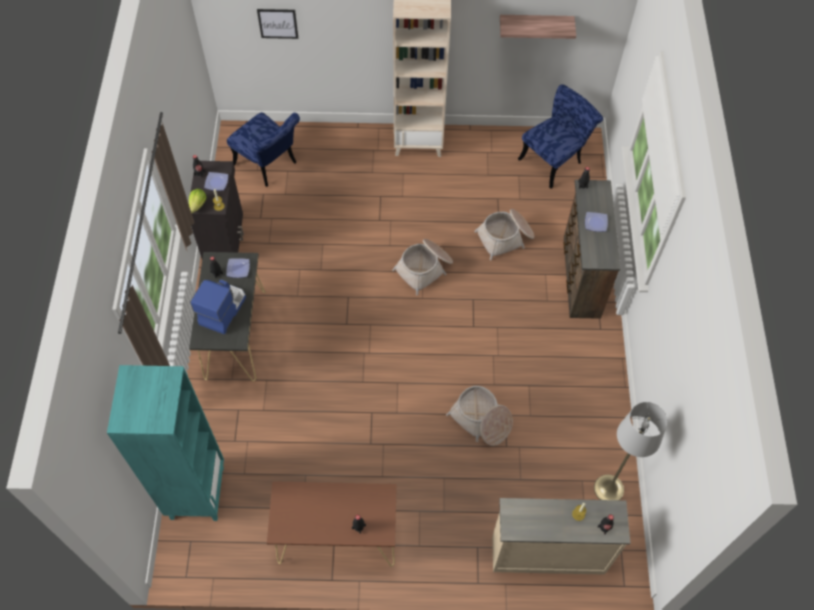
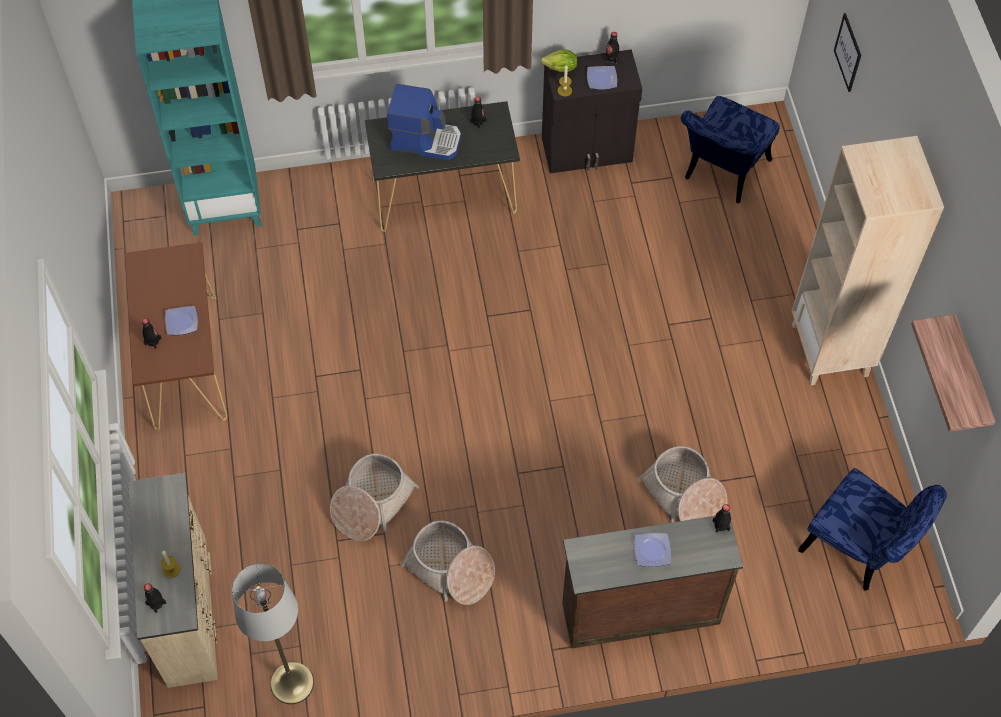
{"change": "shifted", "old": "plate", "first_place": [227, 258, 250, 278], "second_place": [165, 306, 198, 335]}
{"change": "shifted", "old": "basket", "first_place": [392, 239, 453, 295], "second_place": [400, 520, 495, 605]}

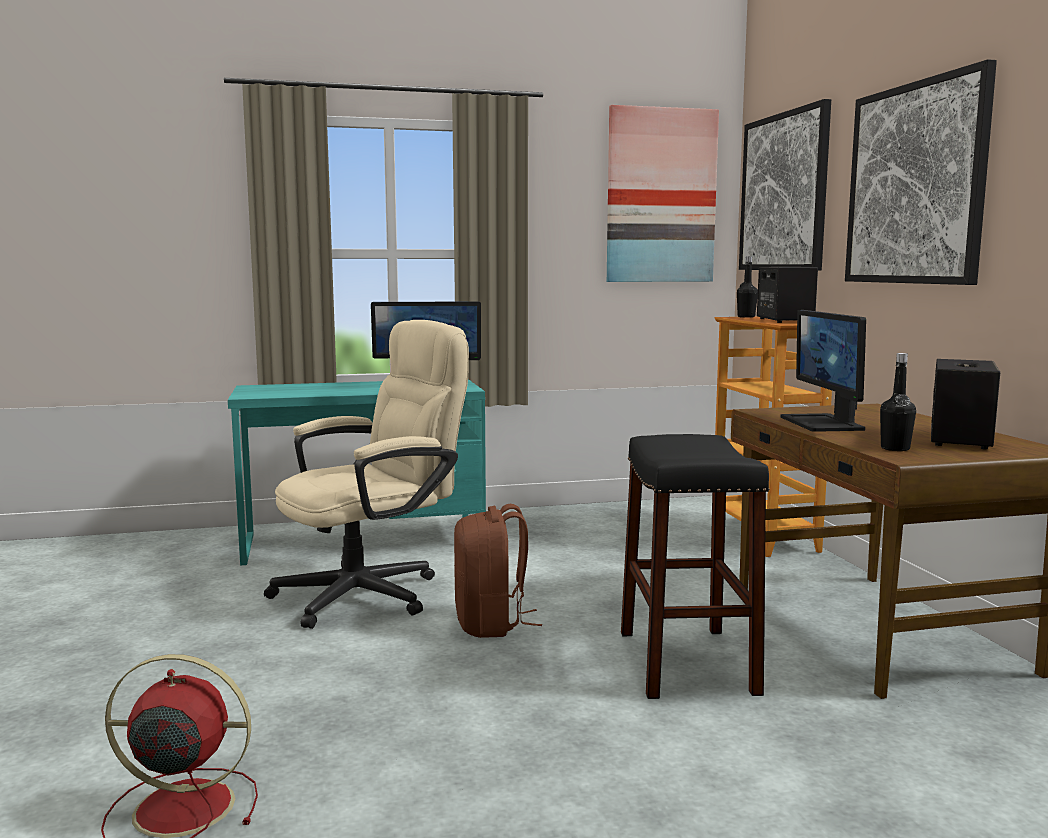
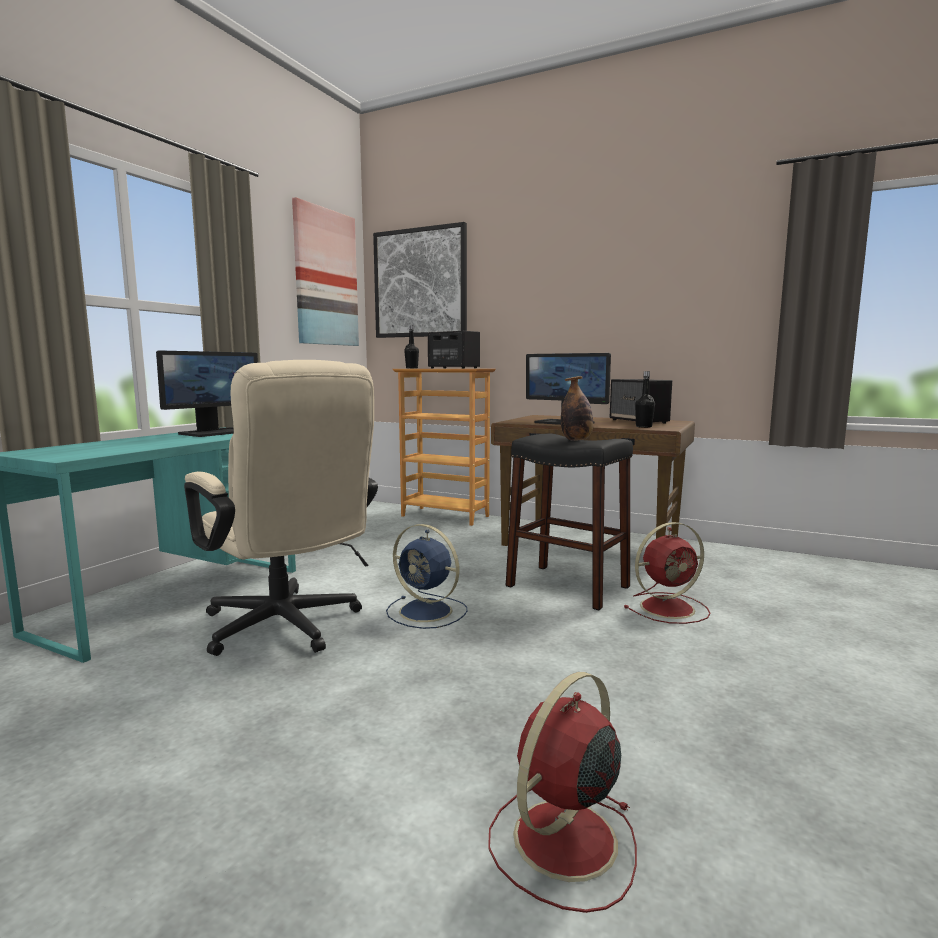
{"change": "rotated", "old": "beige_office_chair", "first_place": [264, 320, 469, 629], "second_place": [184, 360, 378, 656], "degrees": 135}
{"change": "swapped", "old": "brown_backpack", "new": "blue_fan", "first_place": [454, 504, 542, 638], "second_place": [386, 524, 467, 629]}
{"change": "new", "new": "bottle", "second_place": [561, 376, 593, 441]}
{"change": "new", "new": "red_fan", "second_place": [624, 522, 710, 624]}
{"change": "gone", "old": "picture", "first_place": [845, 59, 997, 285]}

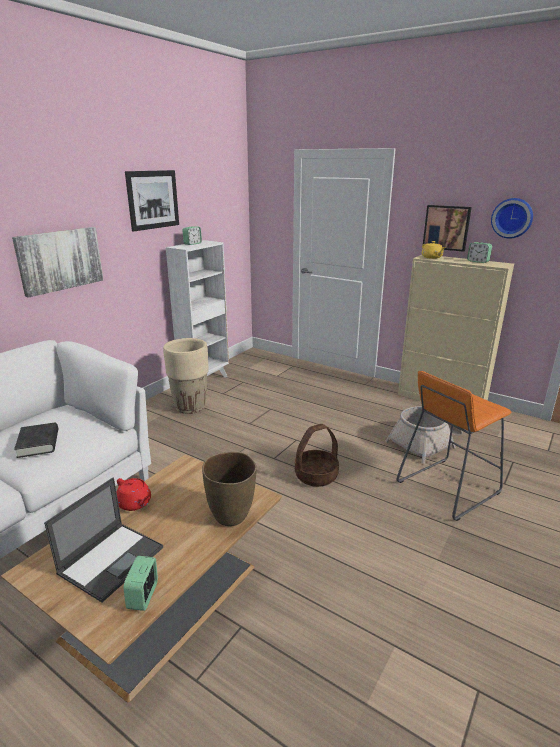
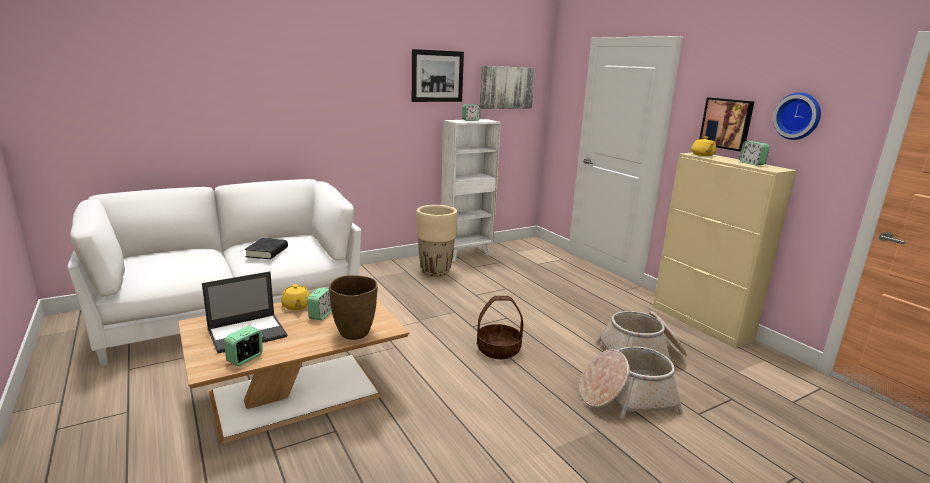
{"change": "repainted", "old": "red_teapot", "new": "yellow_teapot", "first_place": [116, 478, 151, 511], "second_place": [281, 284, 310, 310]}
{"change": "new", "new": "alarm_clock", "second_place": [307, 288, 332, 320]}
{"change": "shifted", "old": "picture", "first_place": [12, 227, 103, 298], "second_place": [480, 66, 535, 109]}
{"change": "swapped", "old": "orange_stool", "new": "basket", "first_place": [397, 371, 511, 521], "second_place": [579, 347, 683, 419]}

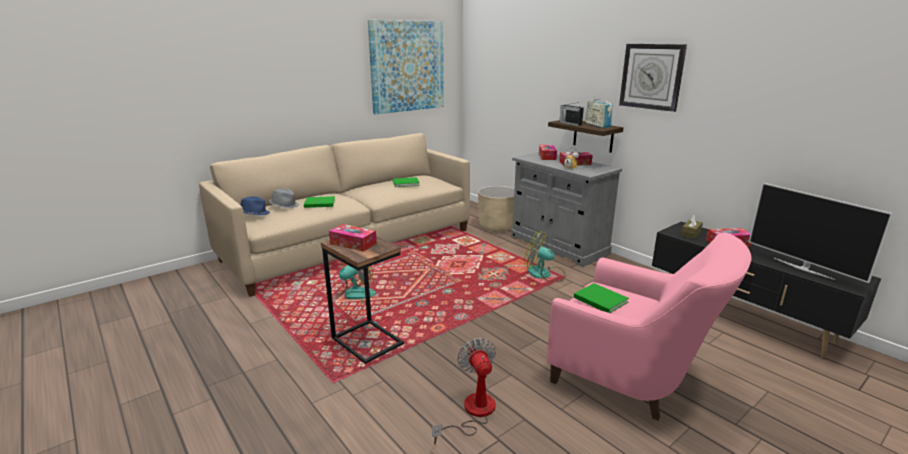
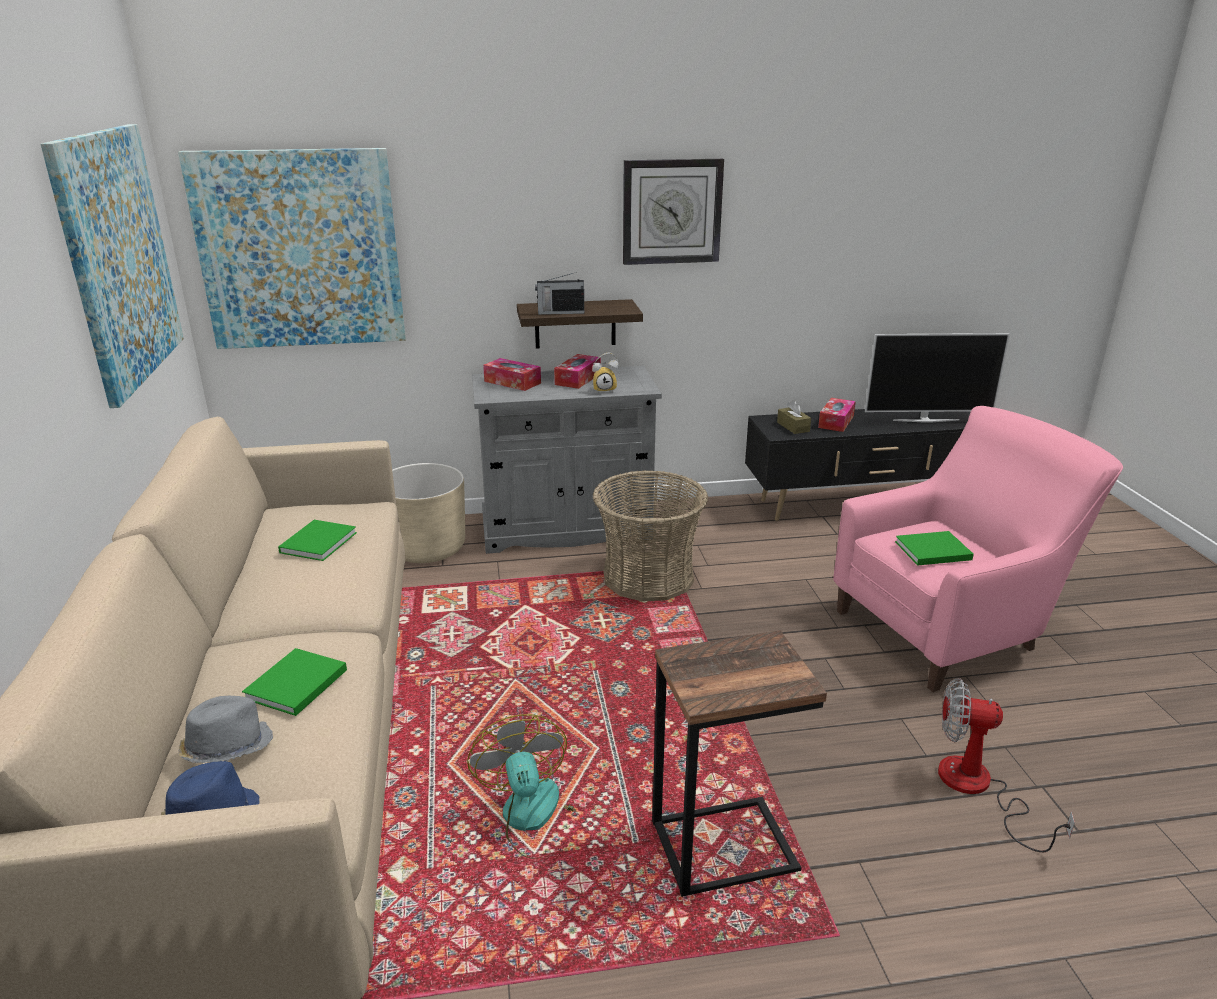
{"change": "new", "new": "picture", "second_place": [178, 148, 406, 349]}
{"change": "swapped", "old": "fan", "new": "basket", "first_place": [524, 231, 566, 282], "second_place": [593, 470, 708, 602]}
{"change": "gone", "old": "tissue_box", "first_place": [329, 224, 377, 252]}
{"change": "gone", "old": "radio", "first_place": [585, 96, 613, 128]}

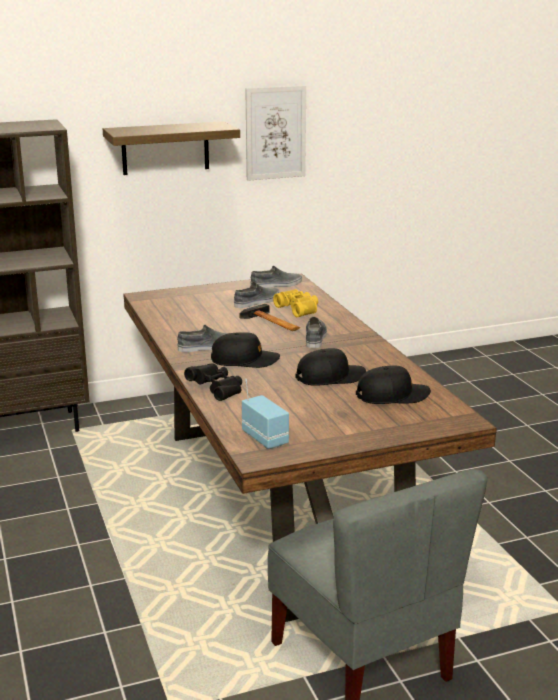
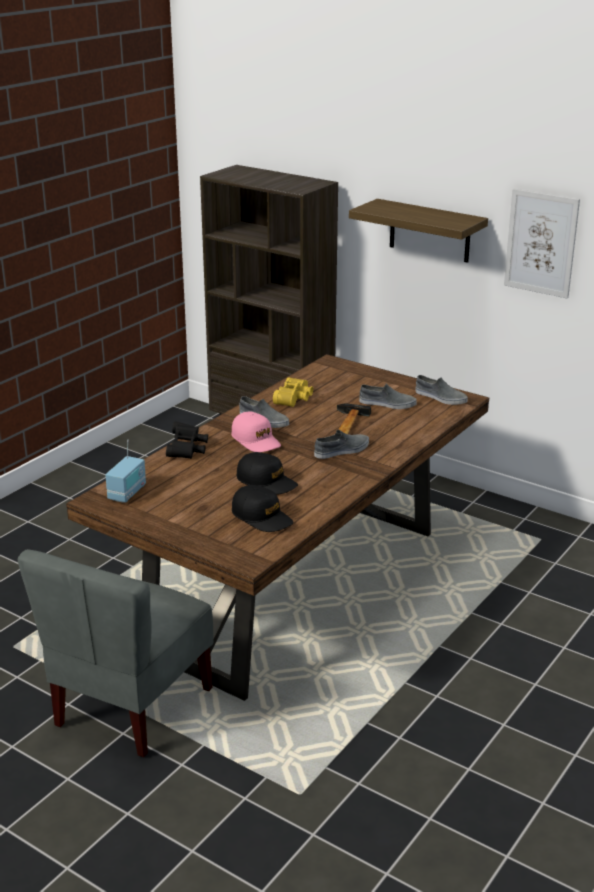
{"change": "repainted", "old": "black_cap", "new": "pink_cap", "first_place": [211, 332, 280, 368], "second_place": [231, 412, 281, 452]}
{"change": "shifted", "old": "yellow_binoculars", "first_place": [273, 289, 318, 317], "second_place": [273, 377, 313, 407]}

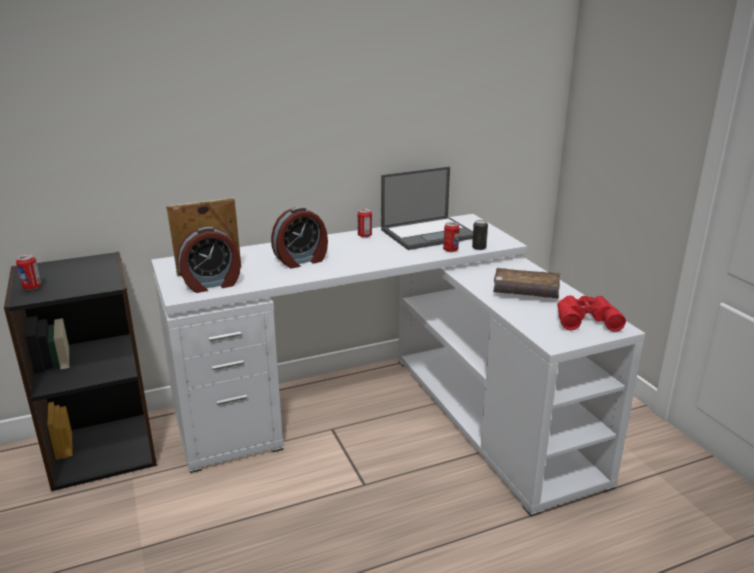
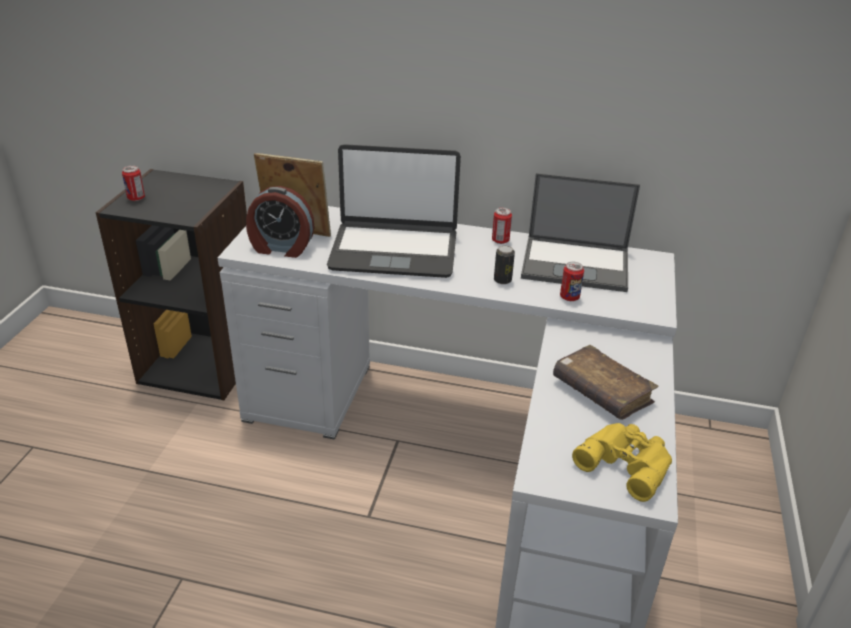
{"change": "swapped", "old": "alarm_clock", "new": "laptop", "first_place": [271, 207, 328, 268], "second_place": [327, 144, 461, 278]}
{"change": "shifted", "old": "can", "first_place": [472, 220, 488, 250], "second_place": [494, 245, 515, 284]}
{"change": "repainted", "old": "red_binoculars", "new": "yellow_binoculars", "first_place": [557, 295, 626, 331], "second_place": [572, 423, 672, 502]}

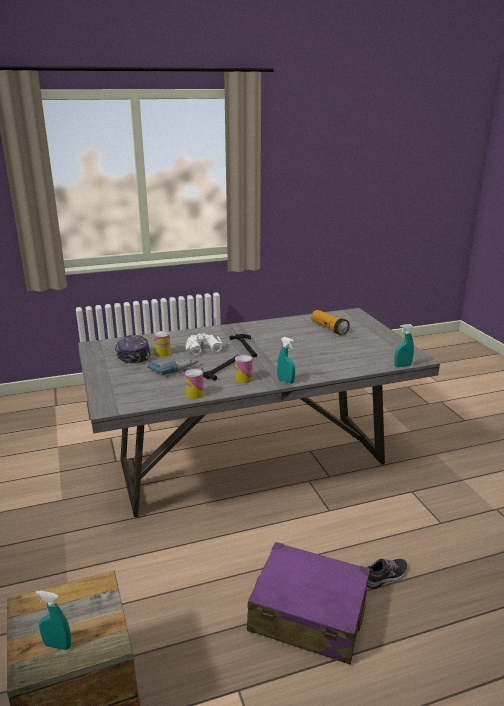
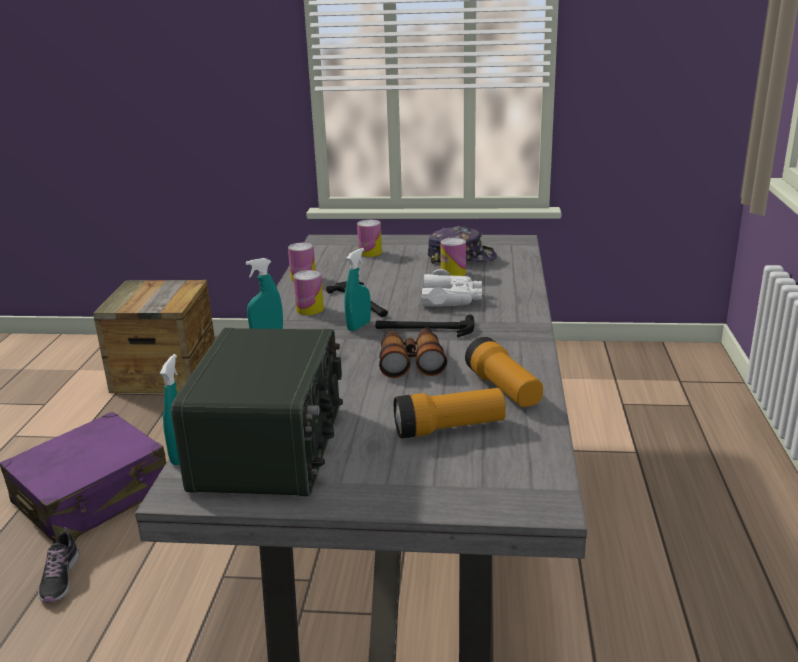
{"change": "new", "new": "radio", "second_place": [171, 328, 343, 496]}
{"change": "shifted", "old": "turquoise_spray_bottle", "first_place": [36, 591, 71, 650], "second_place": [344, 248, 371, 331]}
{"change": "new", "new": "can", "second_place": [357, 220, 382, 257]}
{"change": "new", "new": "binoculars", "second_place": [379, 327, 447, 378]}
{"change": "new", "new": "flashlight", "second_place": [465, 337, 543, 407]}
{"change": "gone", "old": "power_drill", "first_place": [147, 359, 198, 375]}

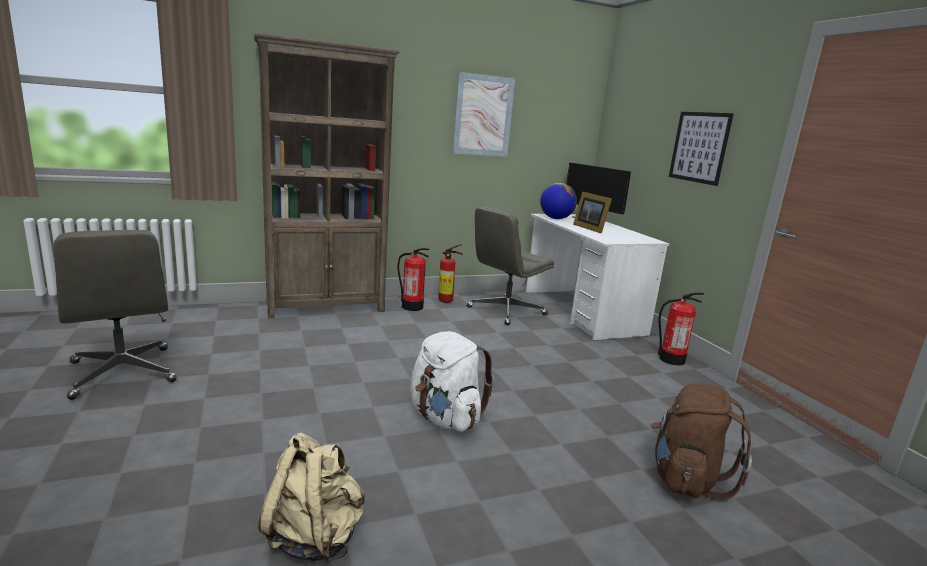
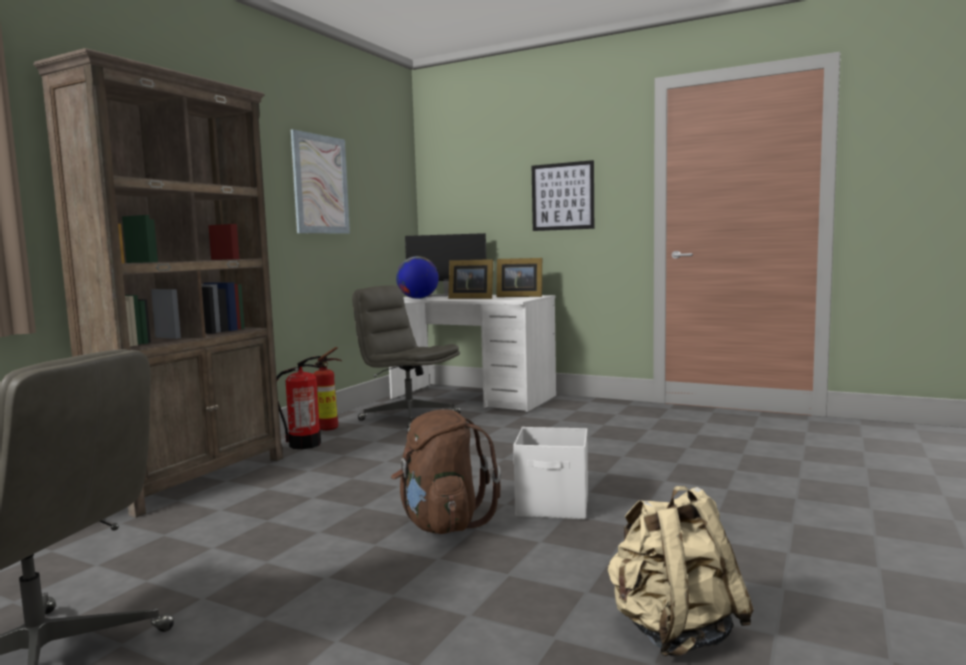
{"change": "rotated", "old": "grey_office_chair", "first_place": [467, 207, 555, 325], "second_place": [352, 285, 461, 429], "degrees": 120}
{"change": "shifted", "old": "brown_backpack", "first_place": [650, 383, 752, 500], "second_place": [391, 409, 501, 534]}
{"change": "new", "new": "picture_frame", "second_place": [496, 258, 542, 297]}
{"change": "swapped", "old": "white_backpack", "new": "white_storage_box", "first_place": [411, 331, 494, 432], "second_place": [513, 427, 588, 519]}
{"change": "gone", "old": "fire_extinguisher", "first_place": [658, 292, 704, 366]}

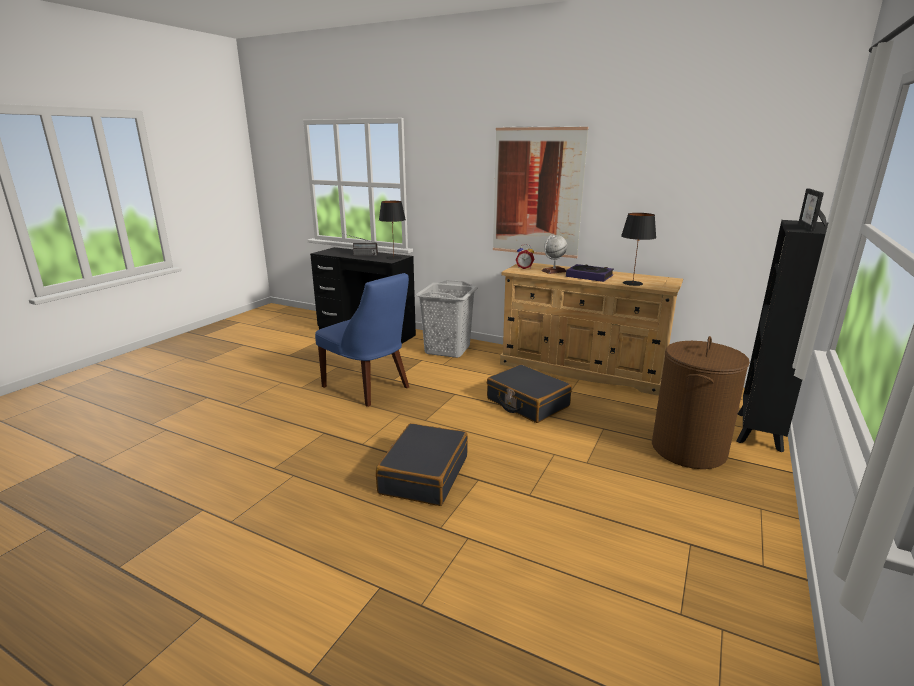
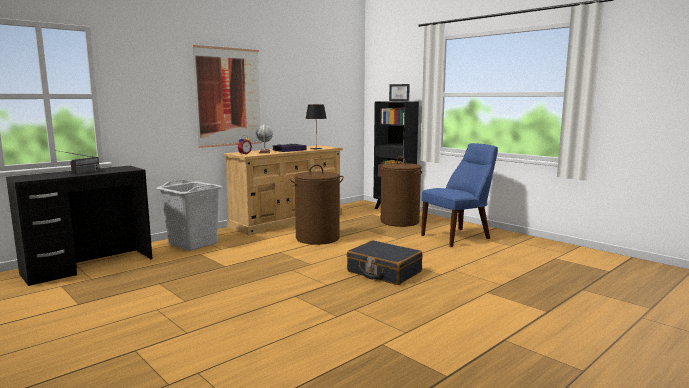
{"change": "swapped", "old": "black_suitcase", "new": "brown_laundry_basket", "first_place": [487, 364, 572, 423], "second_place": [290, 164, 344, 245]}
{"change": "shifted", "old": "blue_chair", "first_place": [315, 273, 409, 407], "second_place": [421, 143, 498, 247]}
{"change": "gone", "old": "black_table_lamp", "first_place": [379, 201, 406, 260]}

